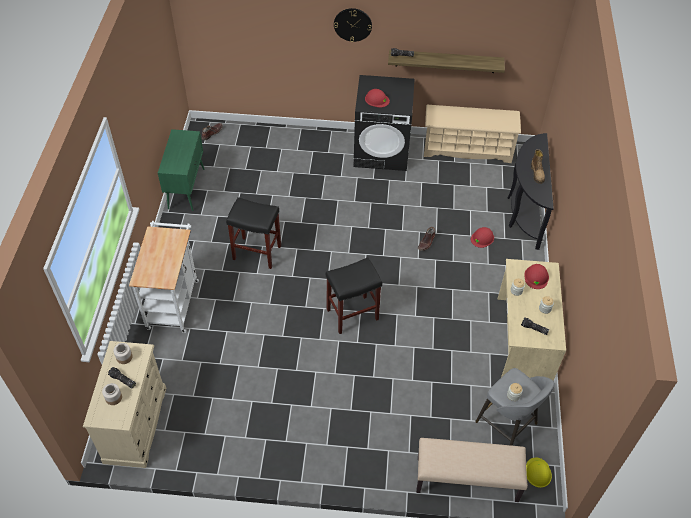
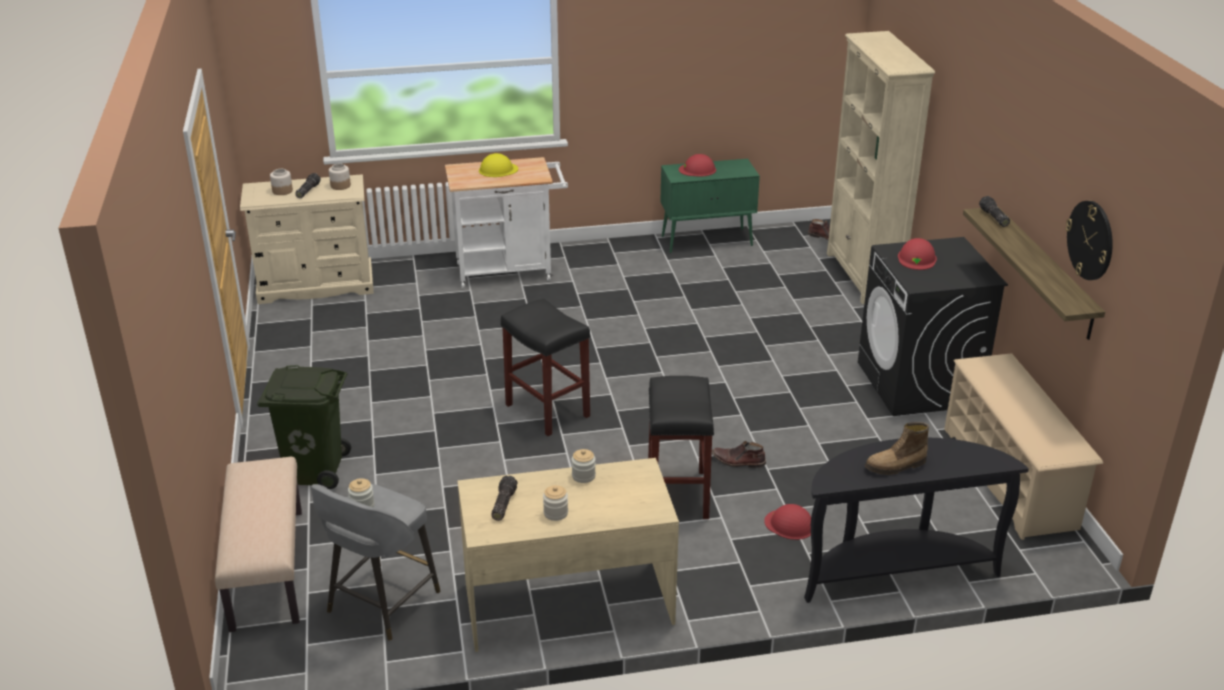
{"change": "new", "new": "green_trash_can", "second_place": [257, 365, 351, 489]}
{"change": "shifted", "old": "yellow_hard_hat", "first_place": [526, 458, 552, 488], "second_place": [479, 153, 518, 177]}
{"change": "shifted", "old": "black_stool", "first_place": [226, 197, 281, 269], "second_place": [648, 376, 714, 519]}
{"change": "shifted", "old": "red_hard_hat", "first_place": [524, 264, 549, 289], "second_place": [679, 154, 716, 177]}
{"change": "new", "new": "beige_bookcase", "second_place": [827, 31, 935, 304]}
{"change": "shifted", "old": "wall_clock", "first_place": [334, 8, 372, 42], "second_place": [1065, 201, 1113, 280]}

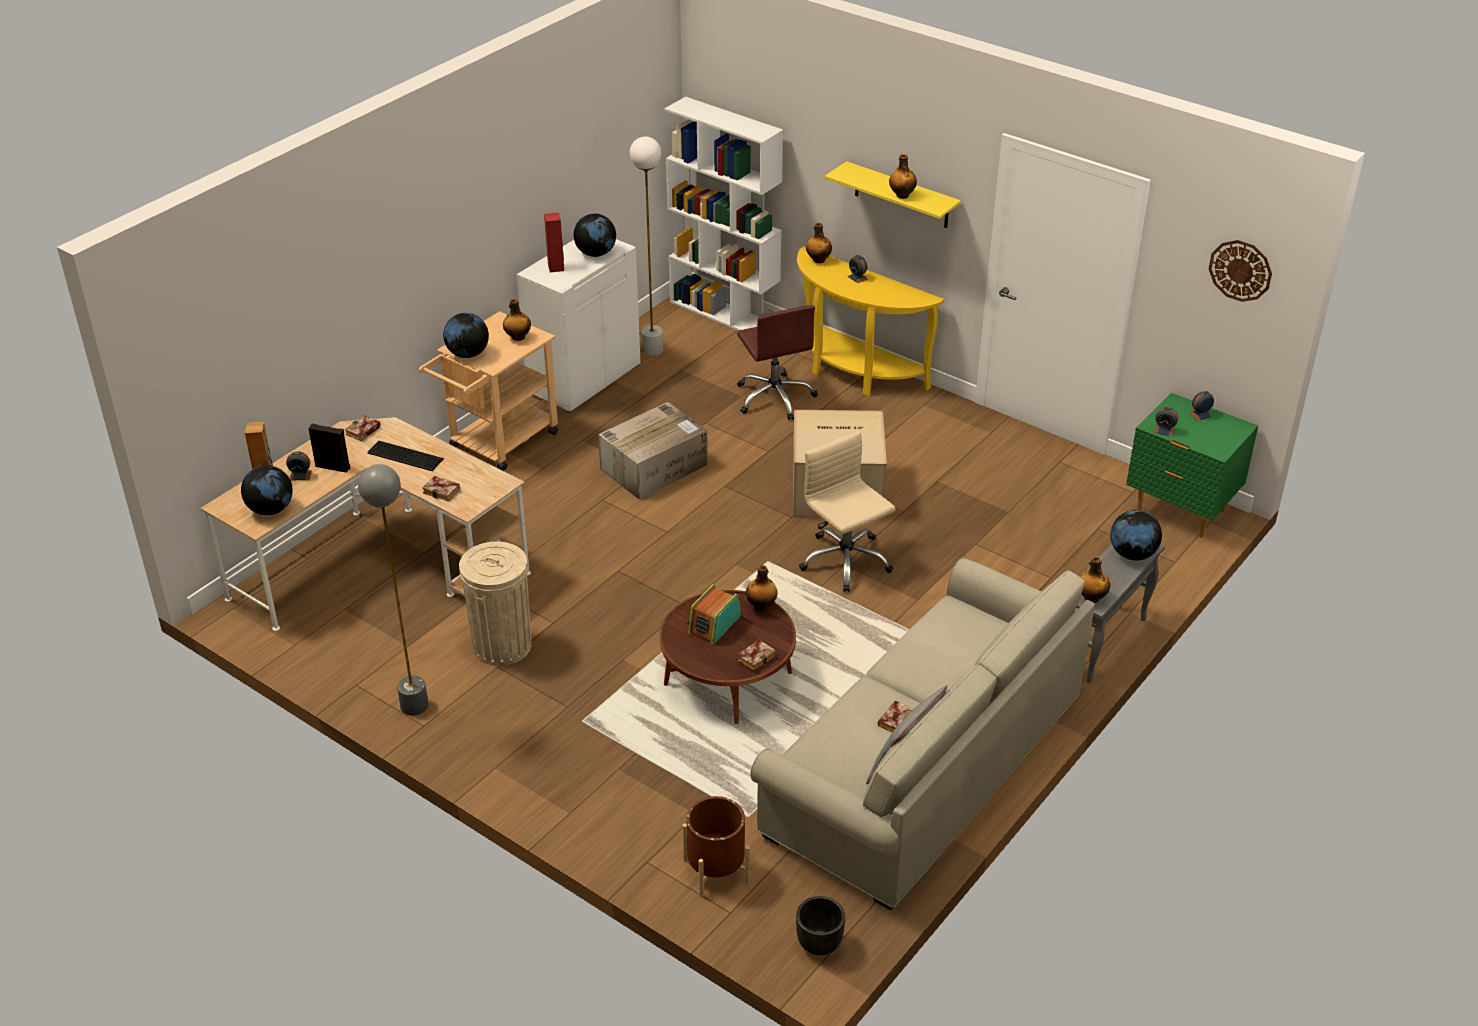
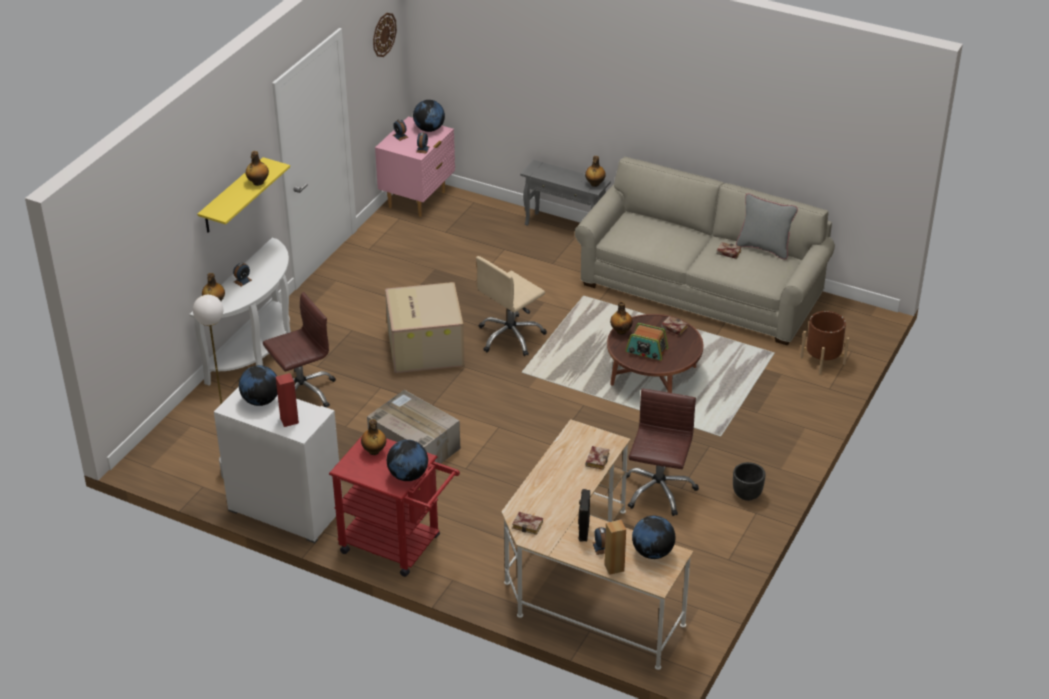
{"change": "repainted", "old": "yellow_console_table", "new": "white_console_table", "first_place": [797, 246, 944, 396], "second_place": [189, 238, 291, 386]}
{"change": "repainted", "old": "beige_cart", "new": "red_cart", "first_place": [419, 311, 558, 471], "second_place": [329, 436, 460, 577]}
{"change": "repainted", "old": "green_nightstand", "new": "pink_nightstand", "first_place": [1126, 393, 1258, 537], "second_place": [375, 117, 455, 217]}
{"change": "shifted", "old": "globe", "first_place": [1110, 510, 1162, 560], "second_place": [413, 100, 445, 132]}
{"change": "swapped", "old": "beige_trash_can", "new": "brown_office_chair", "first_place": [459, 541, 531, 666], "second_place": [626, 389, 699, 516]}
{"change": "shifted", "old": "black_planter", "first_place": [796, 896, 845, 955], "second_place": [733, 462, 766, 501]}
{"change": "gone", "old": "grey_floor_lamp", "first_place": [358, 464, 429, 716]}
{"change": "gone", "old": "keyboard", "first_place": [368, 441, 444, 471]}
{"change": "gone", "old": "white_bookcase", "first_place": [664, 97, 783, 331]}

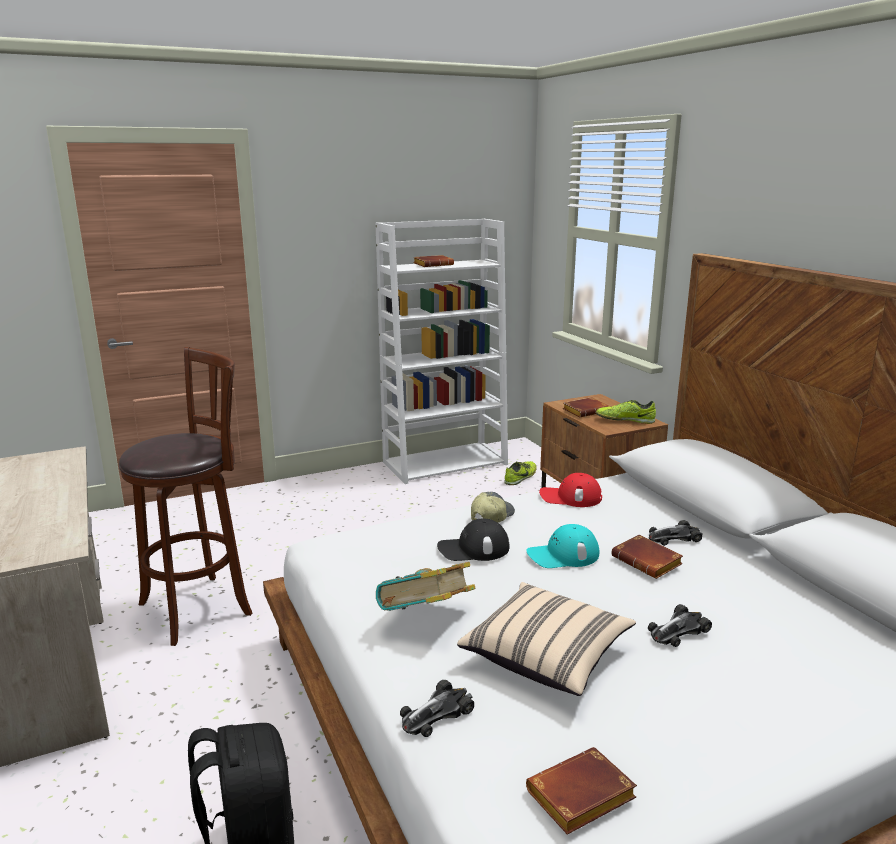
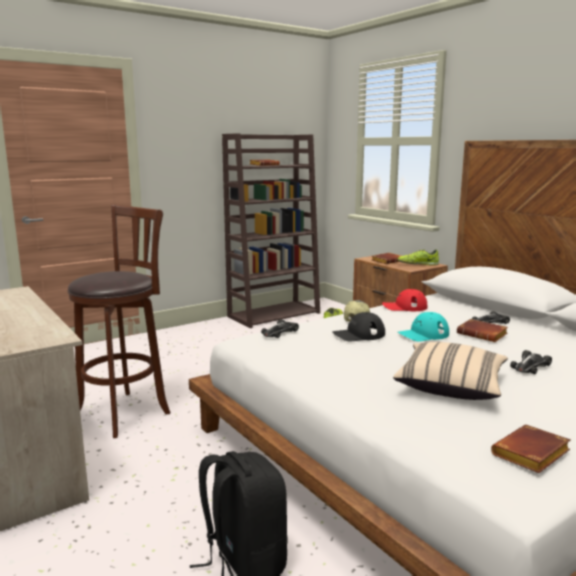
{"change": "repainted", "old": "white_bookcase", "new": "brown_bookcase", "first_place": [376, 219, 508, 484], "second_place": [222, 133, 320, 328]}
{"change": "shifted", "old": "toy_car", "first_place": [400, 680, 474, 737], "second_place": [261, 319, 299, 338]}
{"change": "gone", "old": "book", "first_place": [376, 562, 475, 611]}

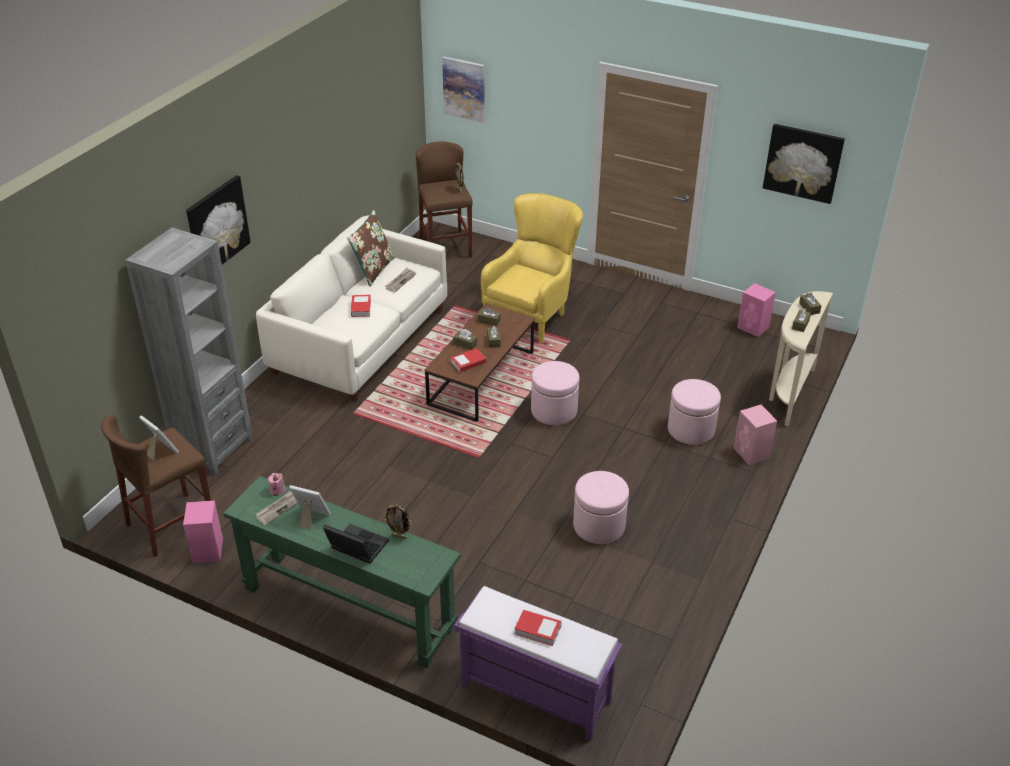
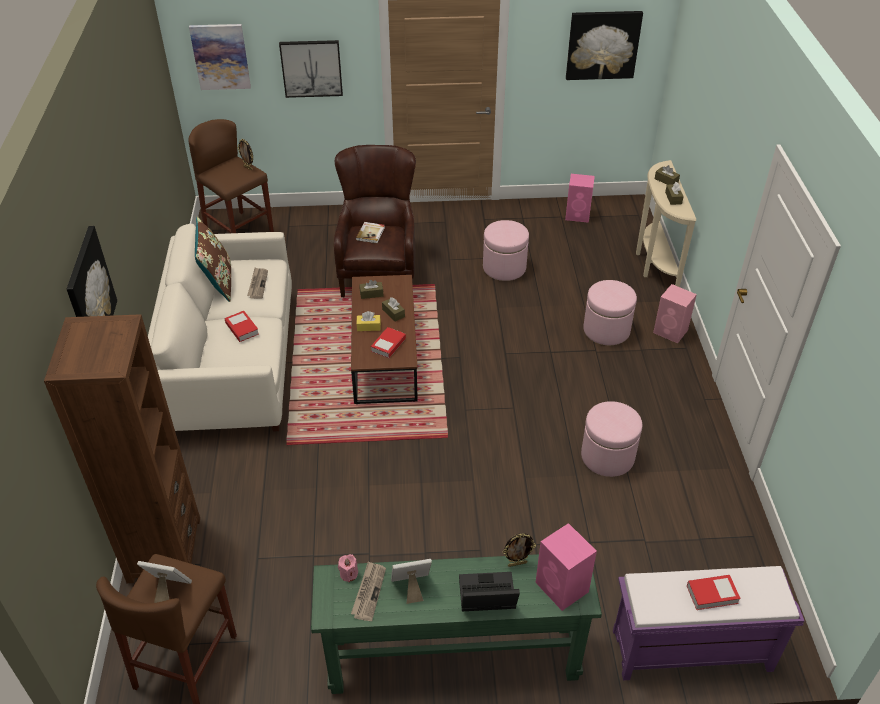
{"change": "repainted", "old": "grey_bookcase", "new": "brown_bookcase", "first_place": [125, 228, 253, 475], "second_place": [44, 314, 200, 583]}
{"change": "new", "new": "picture", "second_place": [279, 40, 343, 98]}
{"change": "repainted", "old": "yellow_armchair", "new": "brown_armchair", "first_place": [481, 193, 583, 343], "second_place": [334, 145, 416, 297]}
{"change": "new", "new": "book", "second_place": [356, 222, 385, 243]}
{"change": "repainted", "old": "brown_tissue_box", "new": "yellow_tissue_box", "first_place": [453, 329, 477, 350], "second_place": [356, 311, 381, 331]}
{"change": "shifted", "old": "pink_ottoman", "first_place": [531, 361, 580, 425], "second_place": [483, 220, 529, 281]}
{"change": "shifted", "old": "pink_speaker", "first_place": [183, 500, 223, 563], "second_place": [536, 523, 597, 611]}

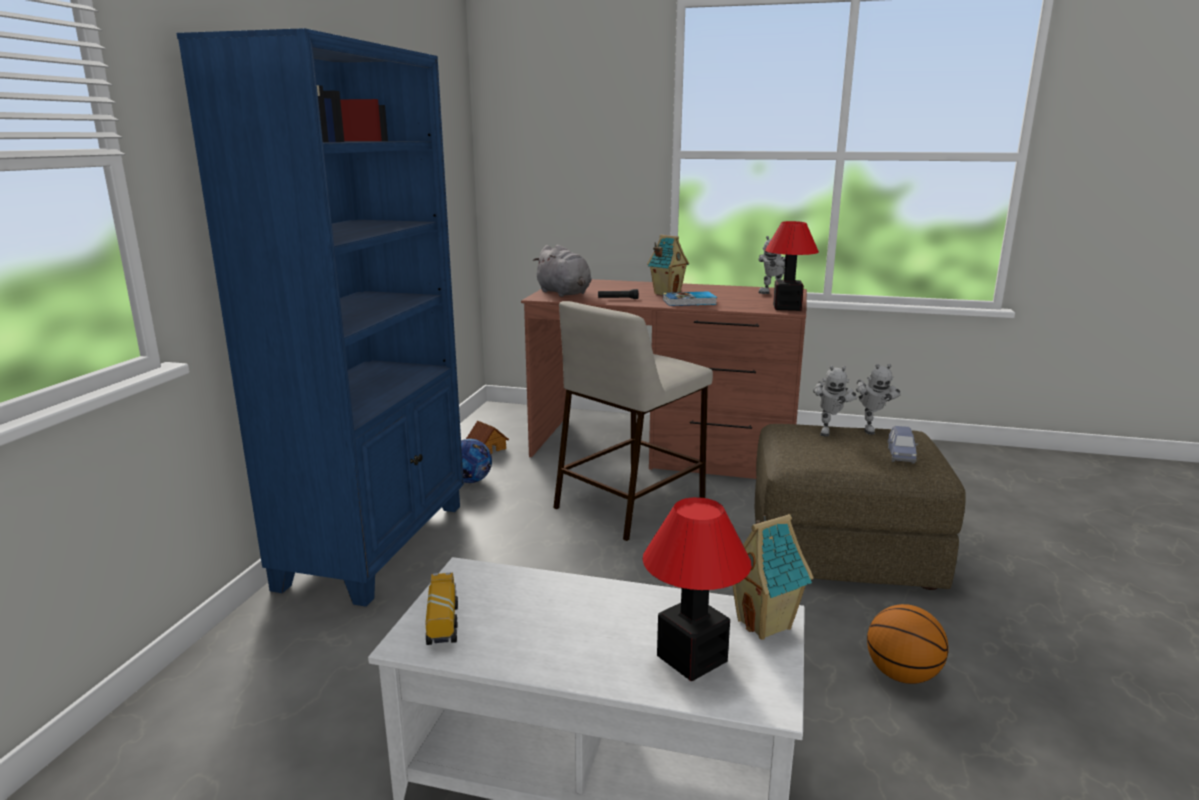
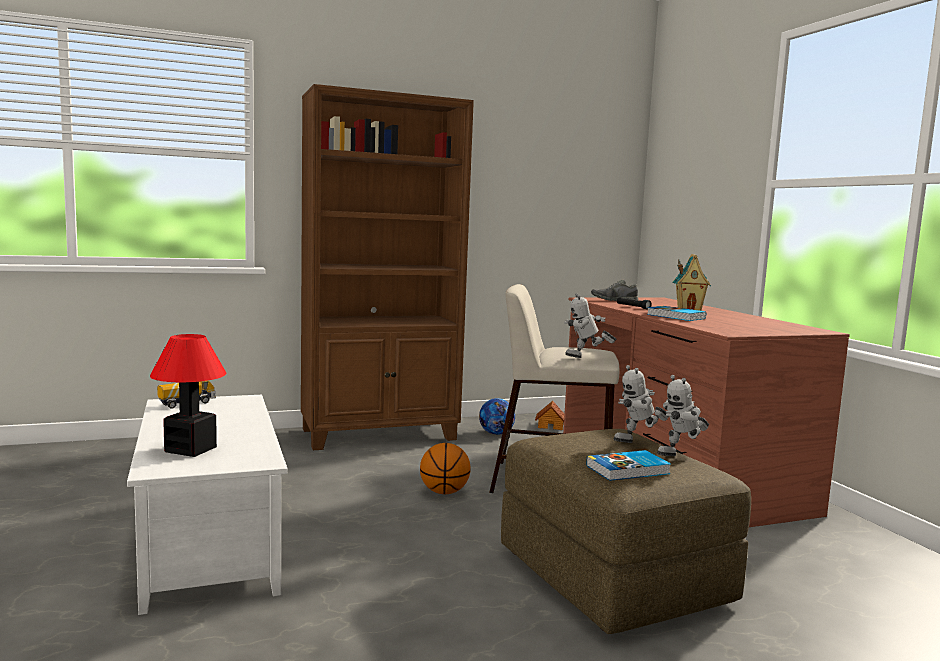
{"change": "repainted", "old": "blue_bookcase", "new": "brown_bookcase", "first_place": [177, 28, 464, 607], "second_place": [301, 84, 474, 450]}
{"change": "shifted", "old": "basketball", "first_place": [867, 604, 948, 684], "second_place": [420, 443, 471, 494]}
{"change": "shifted", "old": "toy_robot", "first_place": [758, 236, 785, 294], "second_place": [564, 293, 617, 358]}
{"change": "swapped", "old": "blue_toy_car", "new": "book", "first_place": [888, 426, 918, 464], "second_place": [586, 450, 671, 481]}
{"change": "swapped", "old": "grey_plush_toy", "new": "grey_shoe", "first_place": [533, 245, 592, 297], "second_place": [591, 279, 639, 301]}
{"change": "gone", "old": "toy_house", "first_place": [732, 514, 814, 640]}
{"change": "gone", "old": "table_lamp", "first_place": [765, 221, 819, 311]}

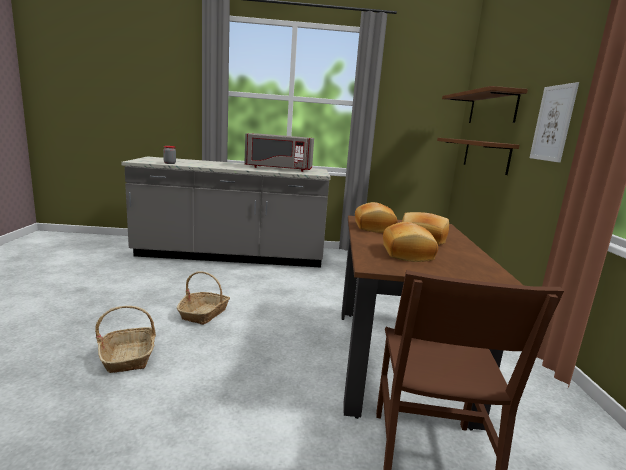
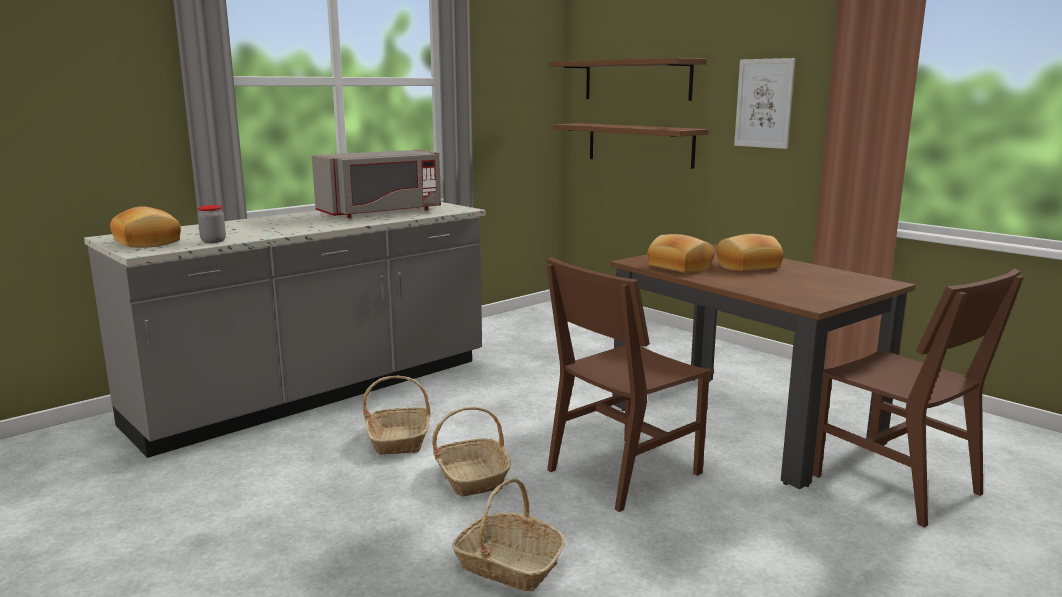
{"change": "shifted", "old": "bread", "first_place": [383, 222, 438, 262], "second_place": [110, 206, 181, 248]}
{"change": "new", "new": "basket", "second_place": [362, 376, 431, 455]}
{"change": "new", "new": "brown_chair", "second_place": [546, 257, 714, 512]}

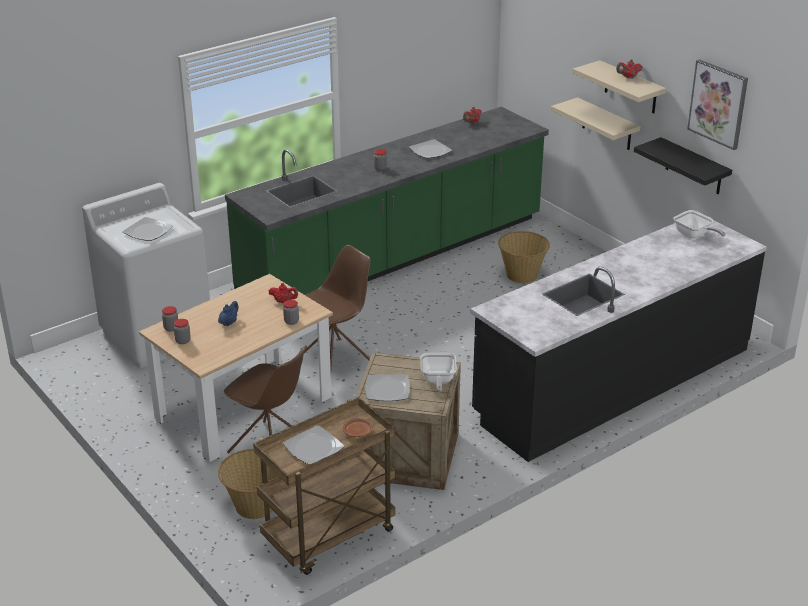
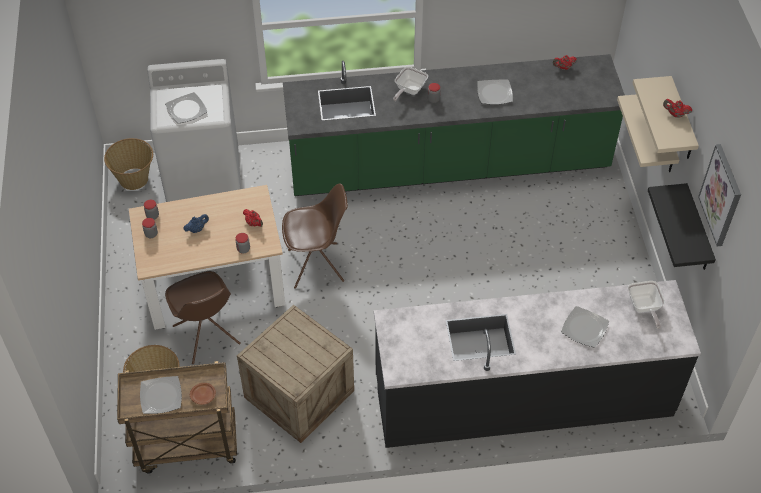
{"change": "shifted", "old": "basket", "first_place": [498, 231, 550, 283], "second_place": [104, 138, 153, 190]}
{"change": "shifted", "old": "frying_pan", "first_place": [420, 353, 457, 391], "second_place": [393, 66, 428, 101]}
{"change": "shifted", "old": "plate", "first_place": [365, 374, 410, 401], "second_place": [561, 306, 609, 347]}

